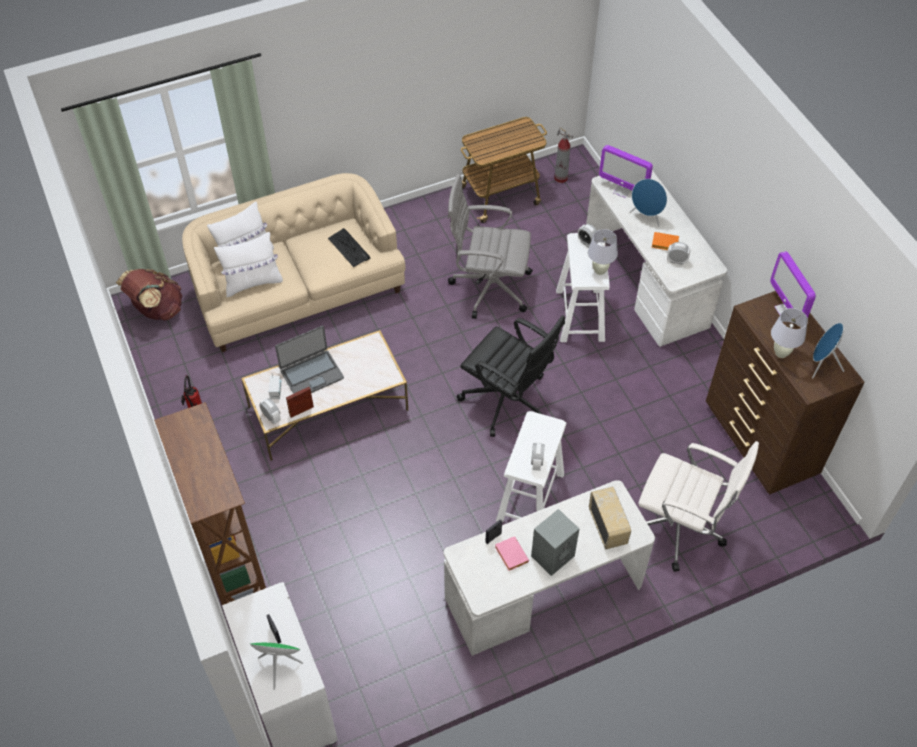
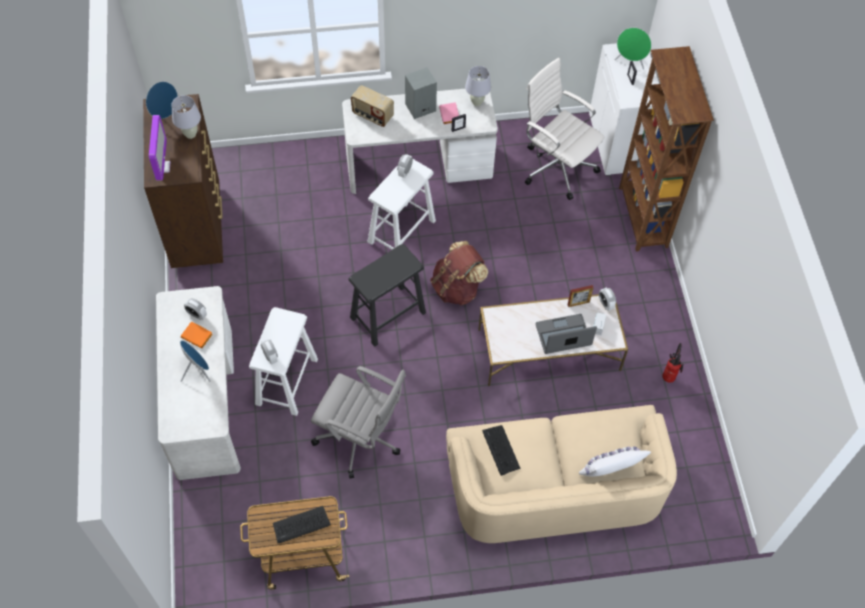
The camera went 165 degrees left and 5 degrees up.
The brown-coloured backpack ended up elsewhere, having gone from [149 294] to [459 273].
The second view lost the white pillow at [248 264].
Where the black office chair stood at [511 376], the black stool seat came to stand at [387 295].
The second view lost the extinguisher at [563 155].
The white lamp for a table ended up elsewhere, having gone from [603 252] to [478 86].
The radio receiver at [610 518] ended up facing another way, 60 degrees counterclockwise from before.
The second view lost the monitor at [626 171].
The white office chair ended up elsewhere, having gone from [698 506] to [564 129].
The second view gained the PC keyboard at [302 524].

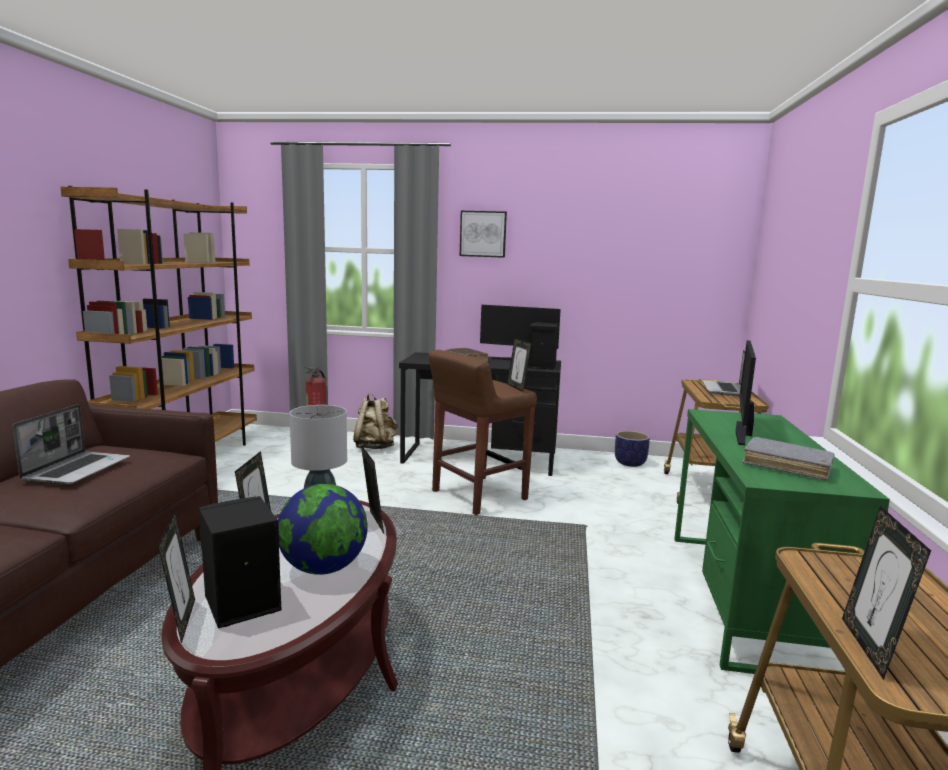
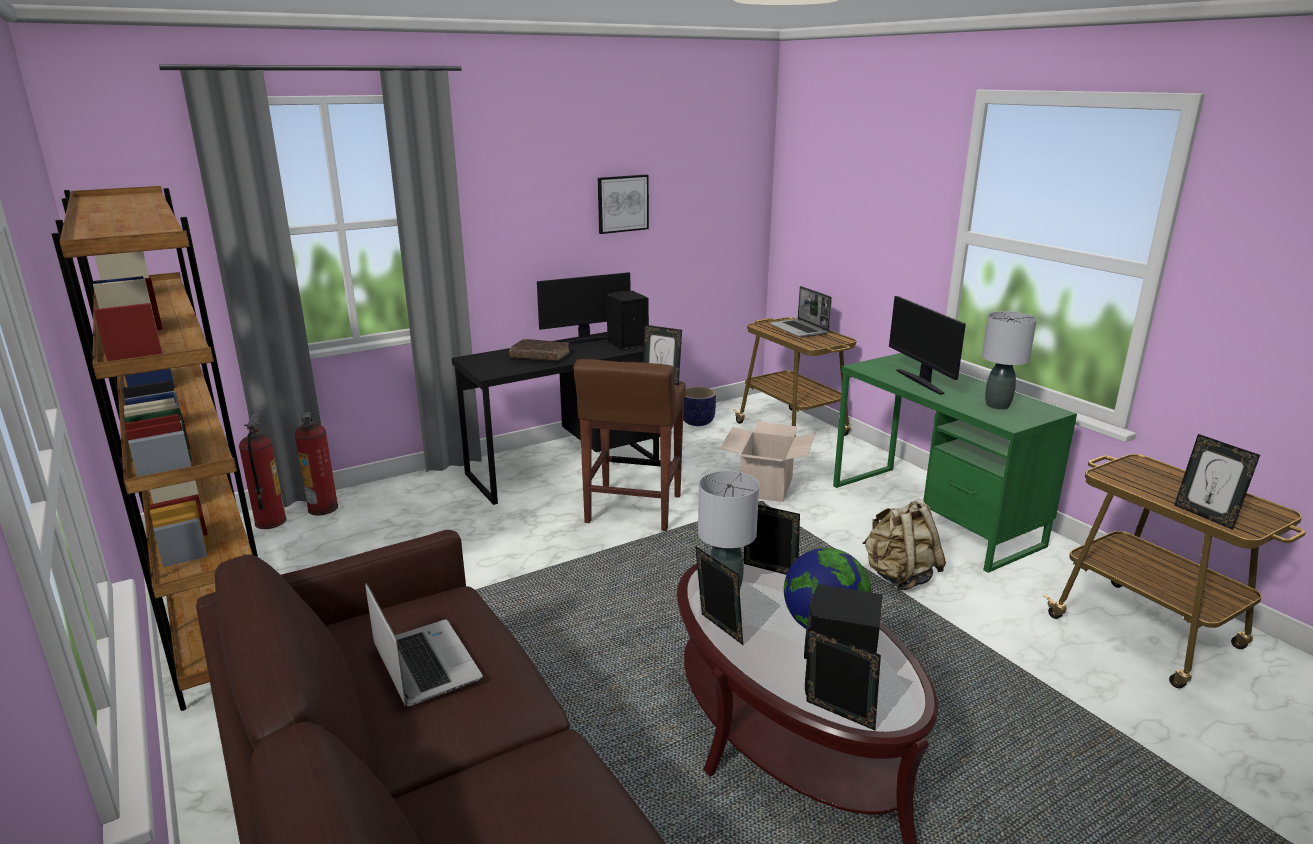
The camera went 40 degrees left and 10 degrees up.
The beige-coloured backpack ended up elsewhere, having gone from [375 421] to [904 545].
The picture ended up elsewhere, having gone from [483 234] to [623 204].
Where the gray book stood at [789 459], the gray lamp for a table came to stand at [1009 360].
The second view gained the extinguisher at [263 471].
The second view gained the packing box at [768 462].

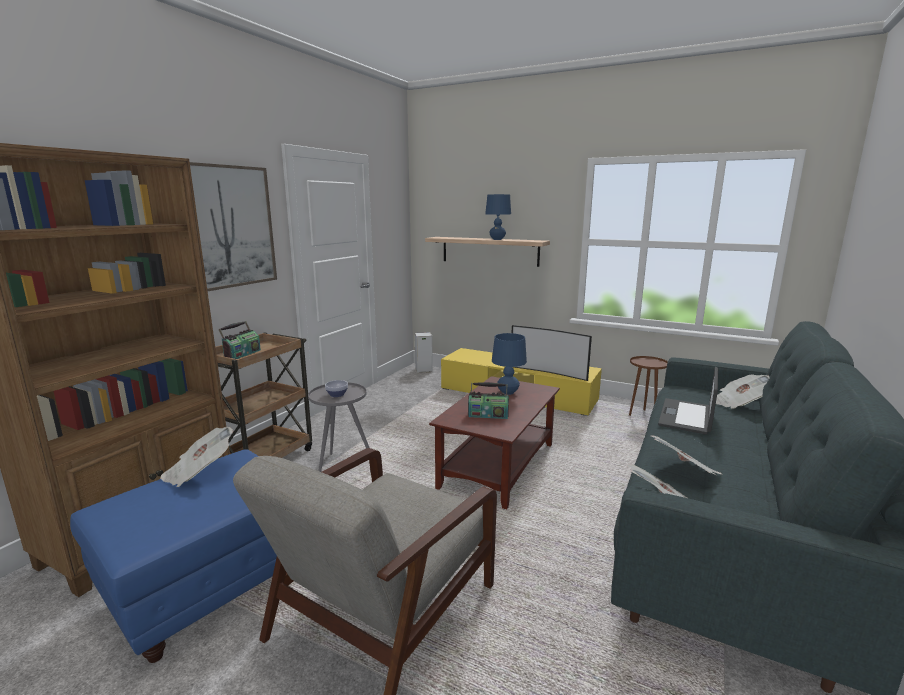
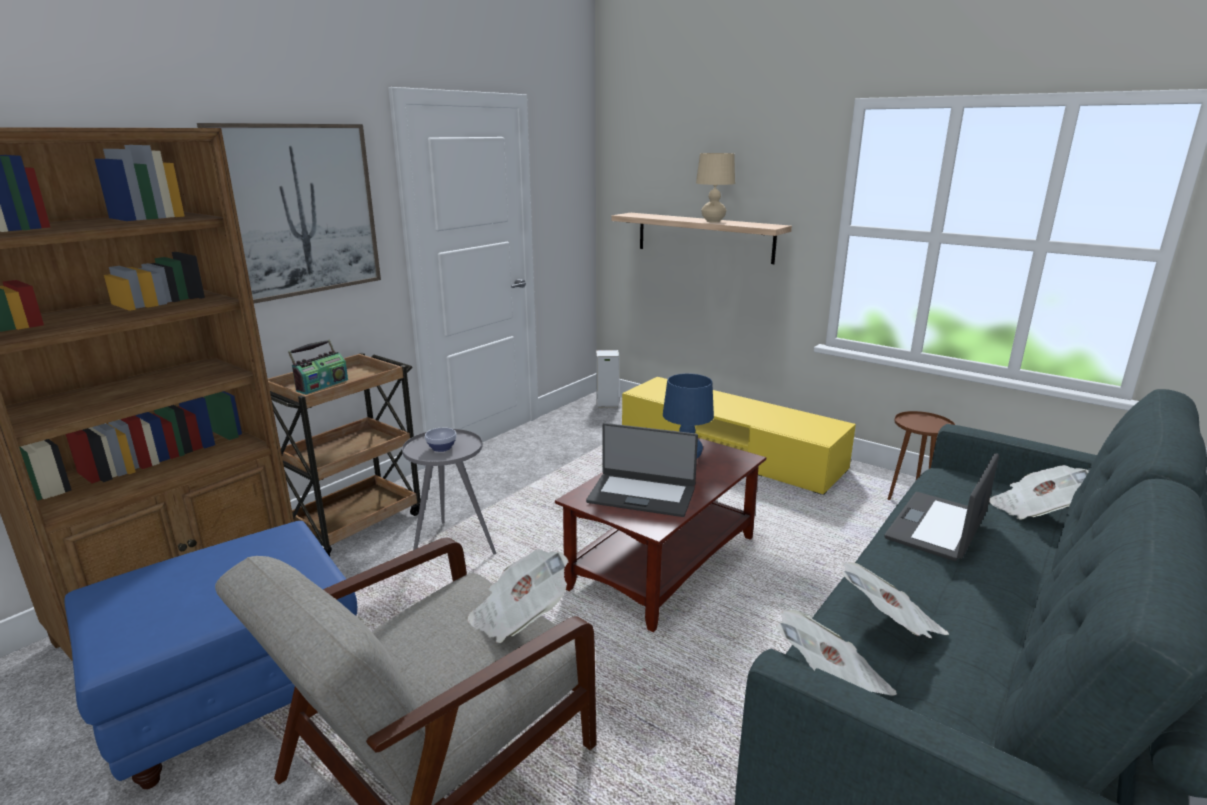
The camera went 10 degrees right and 5 degrees up.
The printed paper ended up elsewhere, having gone from [196 457] to [518 596].
Where the radio receiver stood at [488 400], the portable computer came to stand at [642 470].
What was the blue-coloured lamp for a table at [498 217] turned into the beige-coloured lamp for a table at [715 187].
The second view lost the TV set at [552 353].

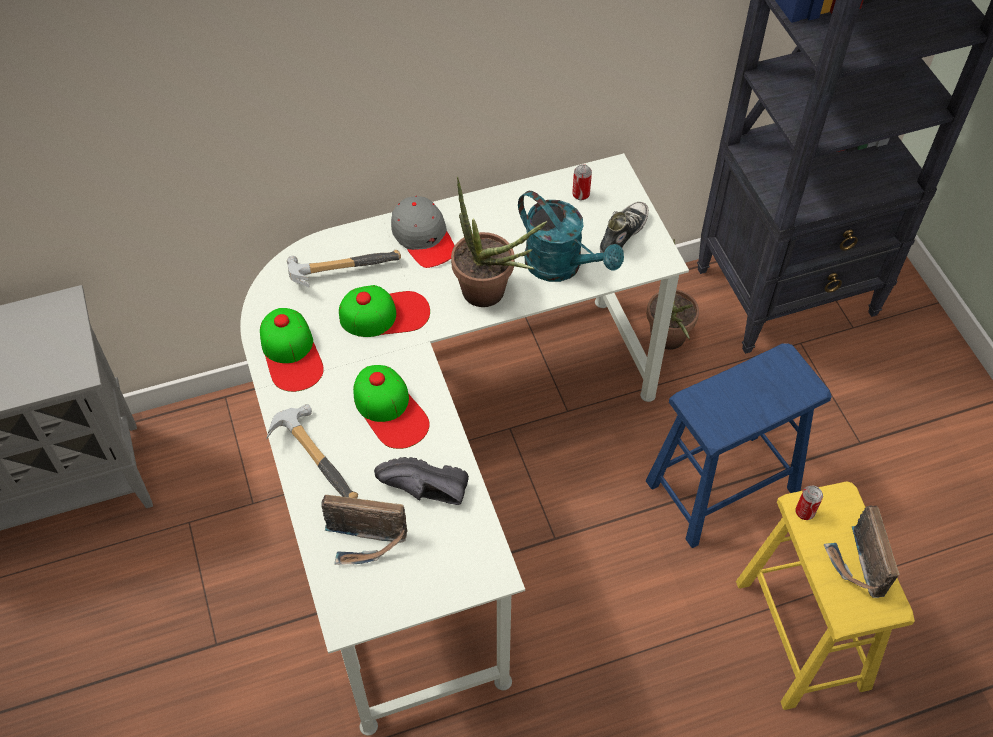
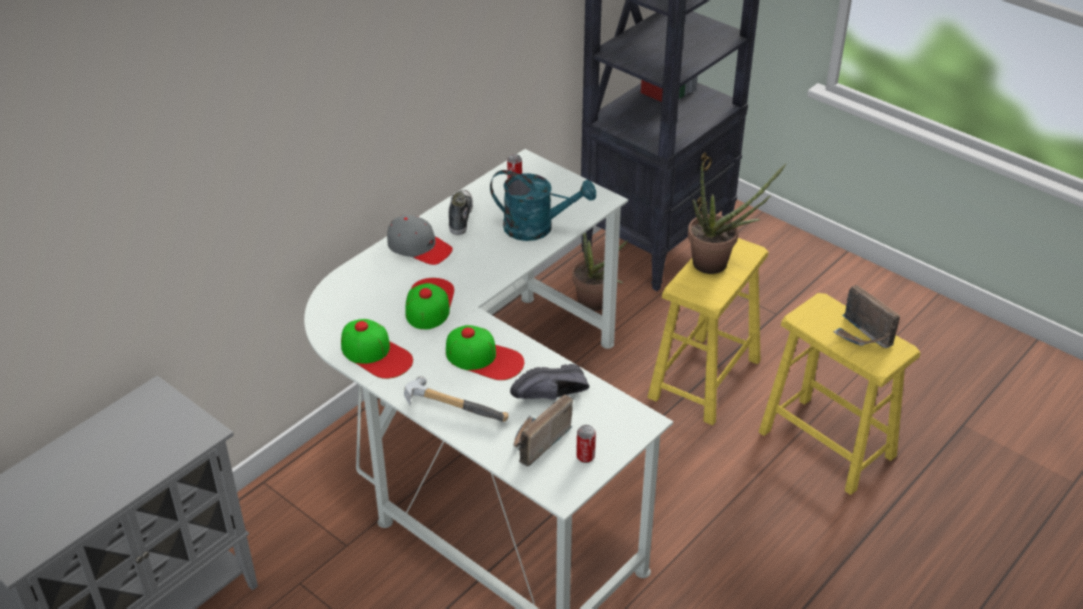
The camera went 30 degrees left and 15 degrees down.
The second view lost the hand hammer at [344 268].
The radio receiver at [364 530] ended up facing another way, 150 degrees clockwise from before.
The cap at [384 311] ended up facing another way, 45 degrees counterclockwise from before.
The houseplant ended up elsewhere, having gone from [499 242] to [737 218].
The low shoe ended up elsewhere, having gone from [624 227] to [461 212].
What was the blue-coloured stool seat at [739 445] turned into the yellow stool seat at [708 331].
The sealed can ended up elsewhere, having gone from [809 503] to [586 444].

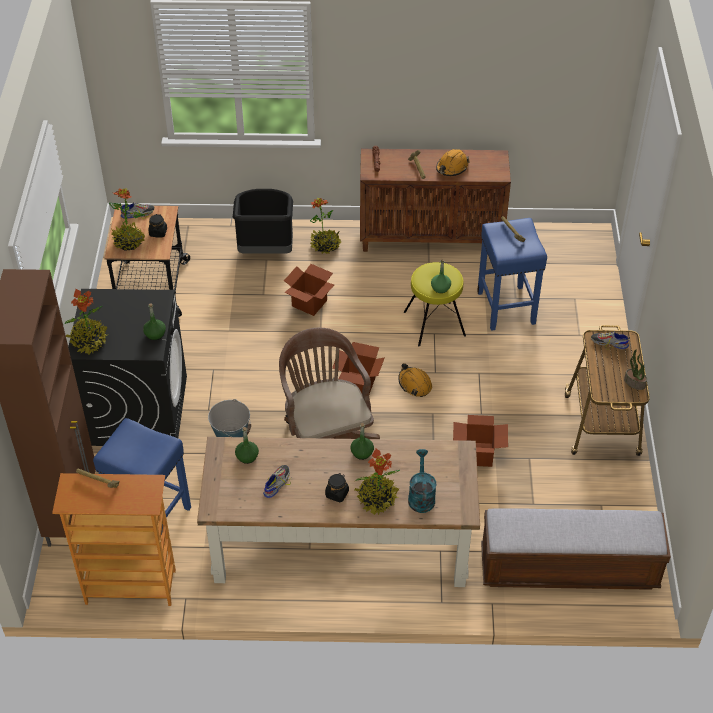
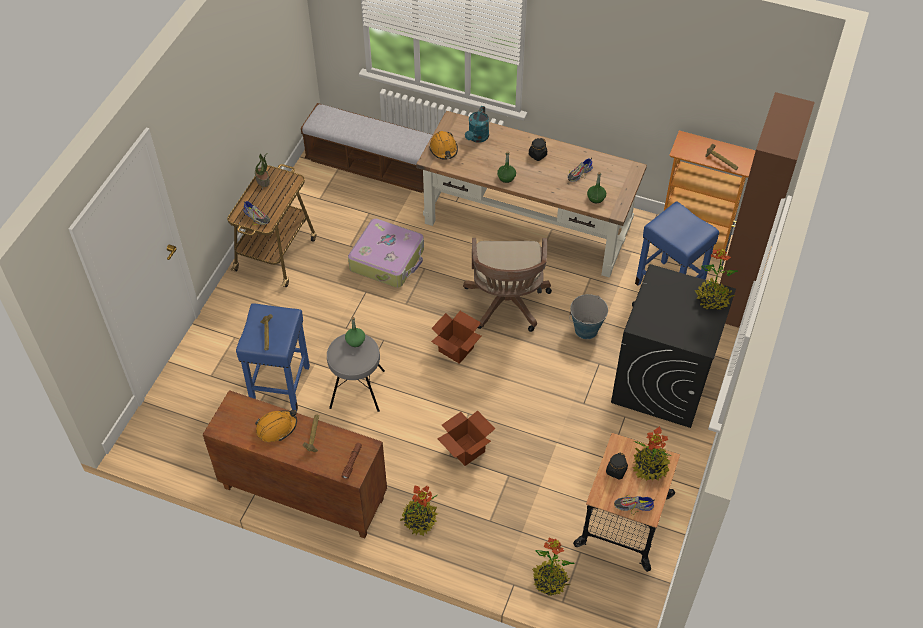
The camera went 160 degrees left and 5 degrees up.
The second view lost the green drink bottle at [154 321].
The second view lost the black trash can at [263 221].
The houseplant ended up elsewhere, having gone from [377 482] to [553 566].
The orangey hard hat ended up elsewhere, having gone from [415 380] to [443 145].
What was the yellow stool seat at [435 304] turned into the gray stool seat at [356 373].
Where the packing box stood at [480 441], the suitcase came to stand at [386 253].

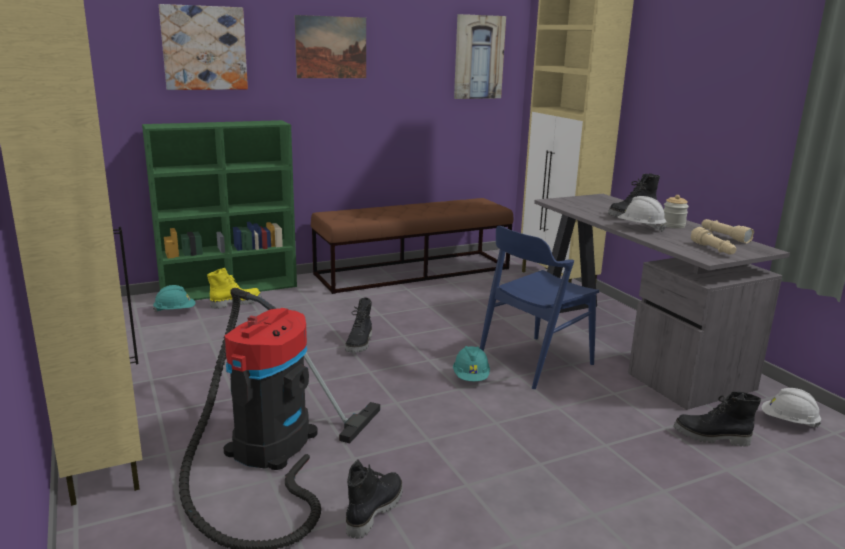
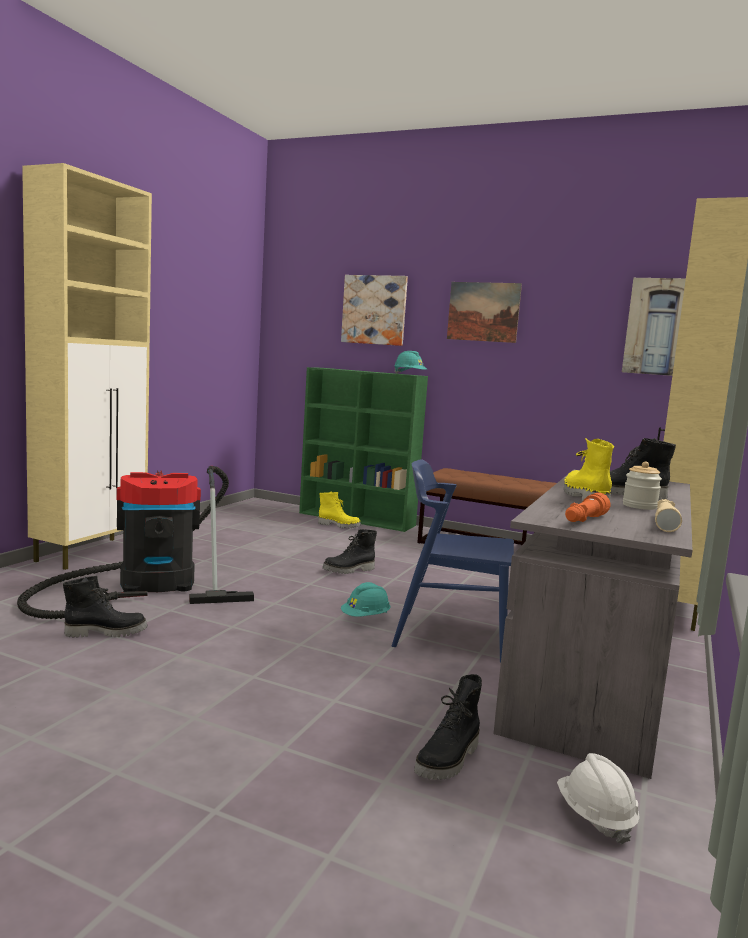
The camera went 50 degrees right and 10 degrees down.
The blue-green hard hat ended up elsewhere, having gone from [174 299] to [410 362].
Where the white hard hat stood at [642 214], the yellow high-top boot came to stand at [589 469].
The black high-top boot at [717 419] ended up facing another way, 120 degrees counterclockwise from before.
What was the beige-coloured flashlight at [713 241] turned into the orangey flashlight at [588 507].

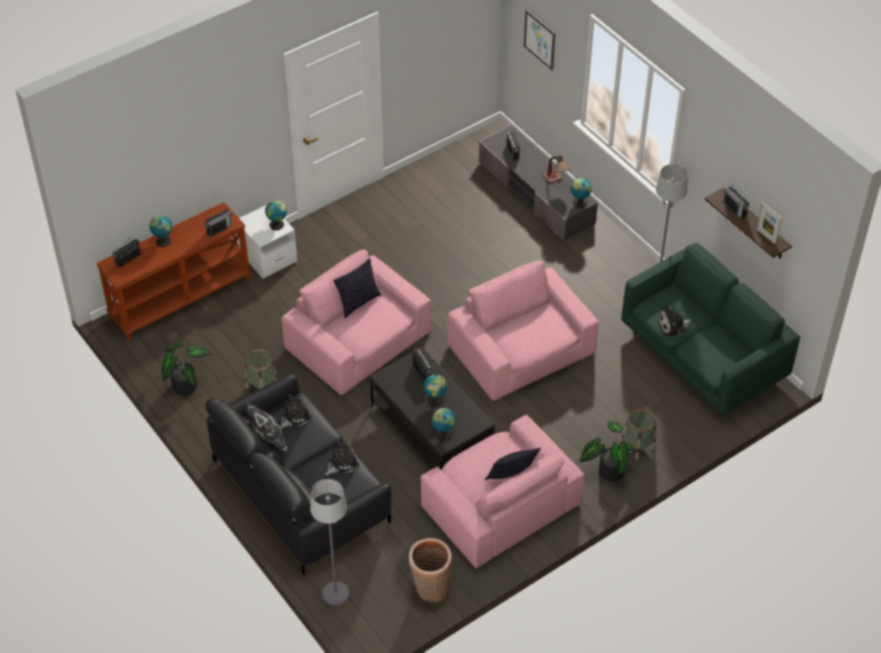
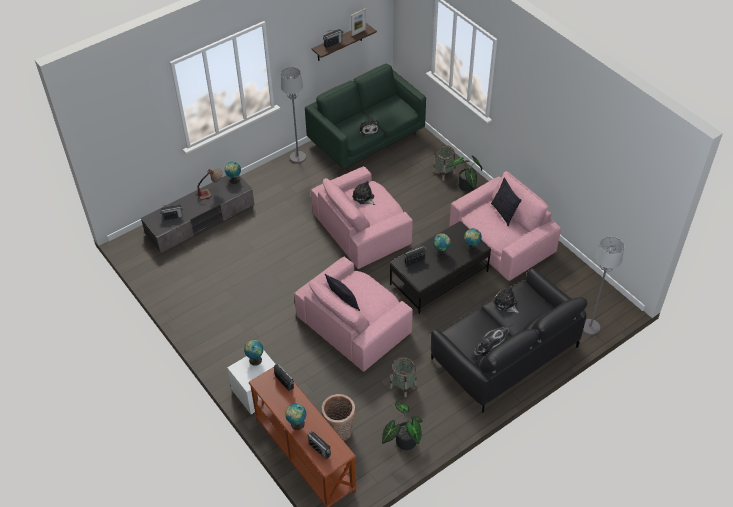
The camera went 90 degrees left and 0 degrees up.
The plush toy ended up elsewhere, having gone from [296 411] to [363 193].
The basket ended up elsewhere, having gone from [431 570] to [338 417].
The second view lost the picture at [540 39].

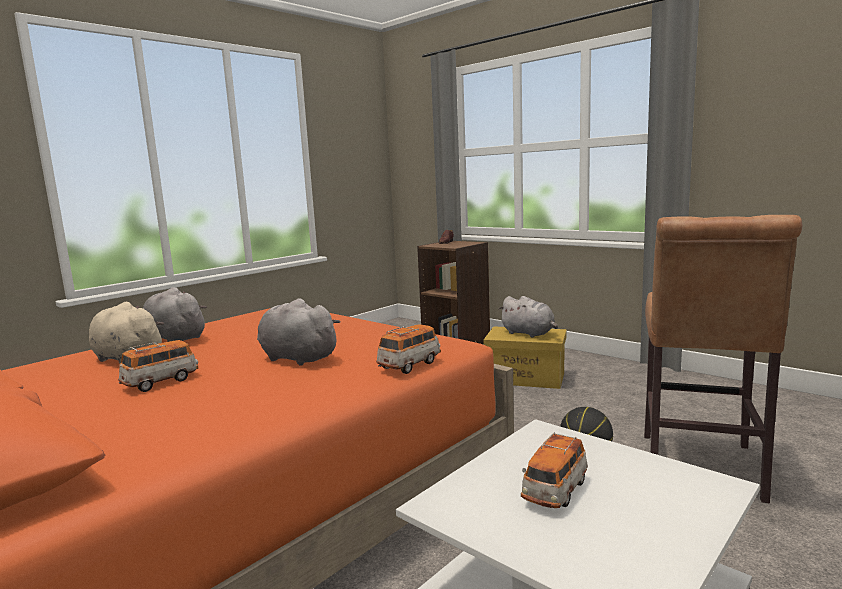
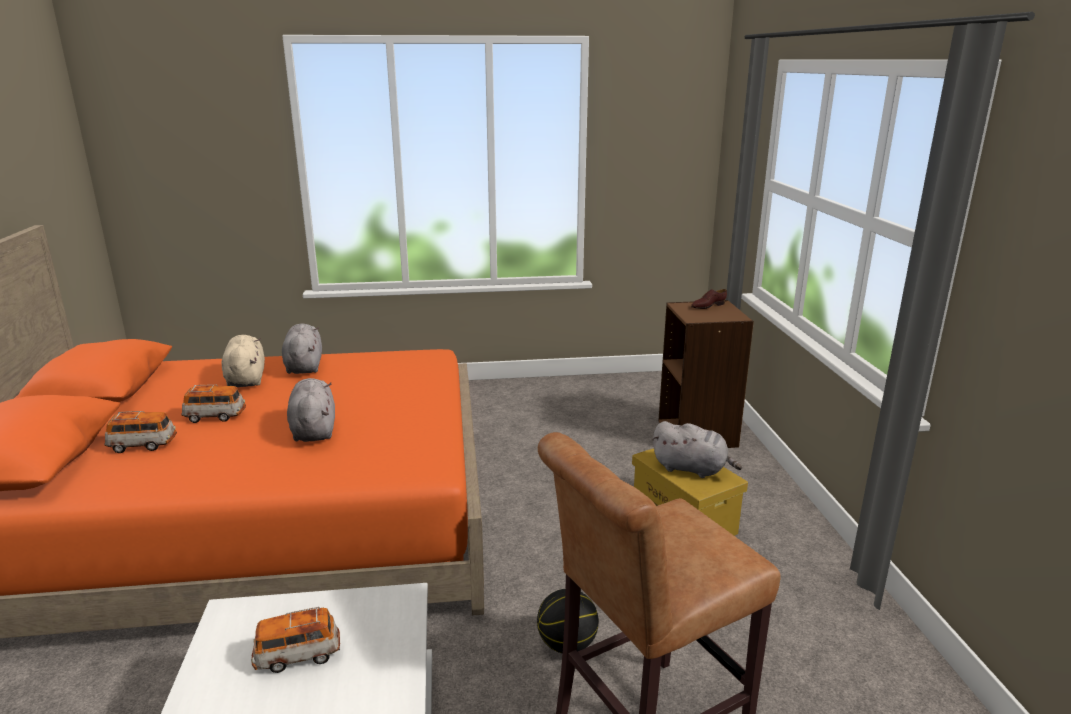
The camera went 40 degrees right and 10 degrees up.
The miniature car ended up elsewhere, having gone from [408 349] to [140 432].
The gray plush toy at [528 317] ended up facing another way, 60 degrees counterclockwise from before.

